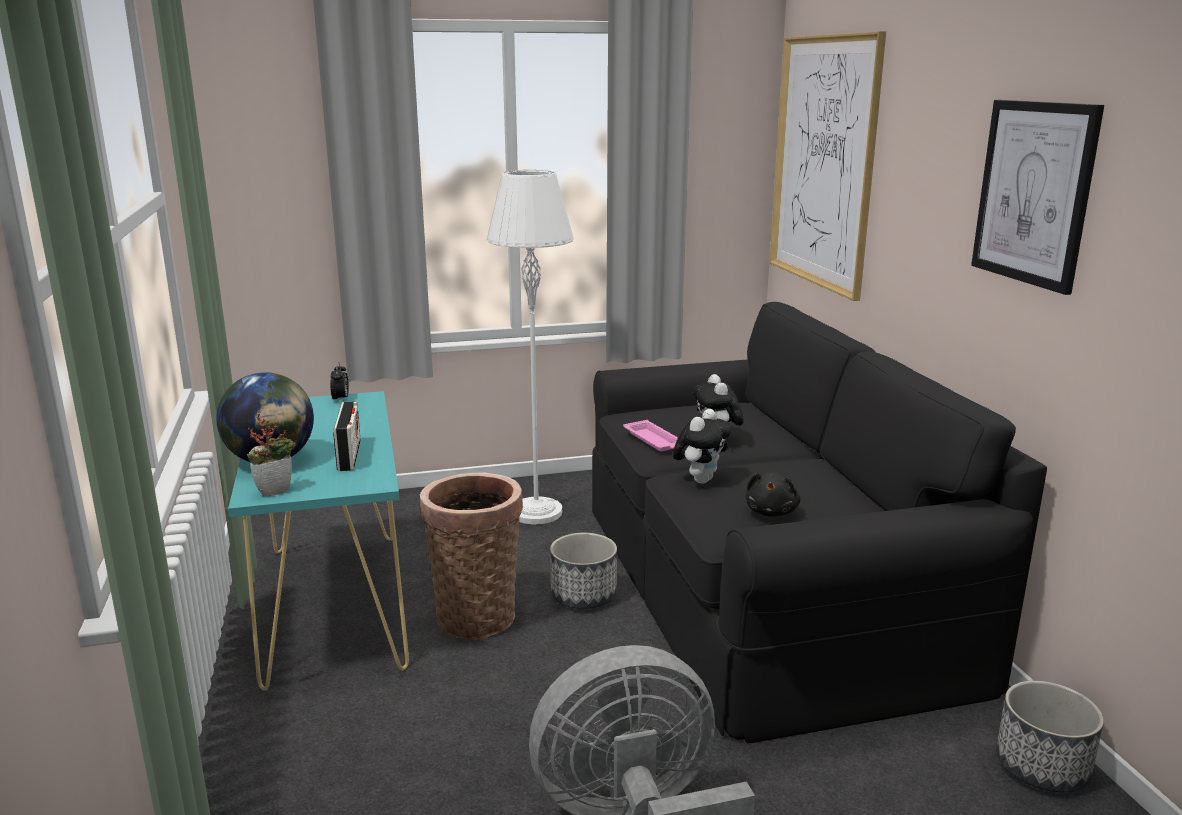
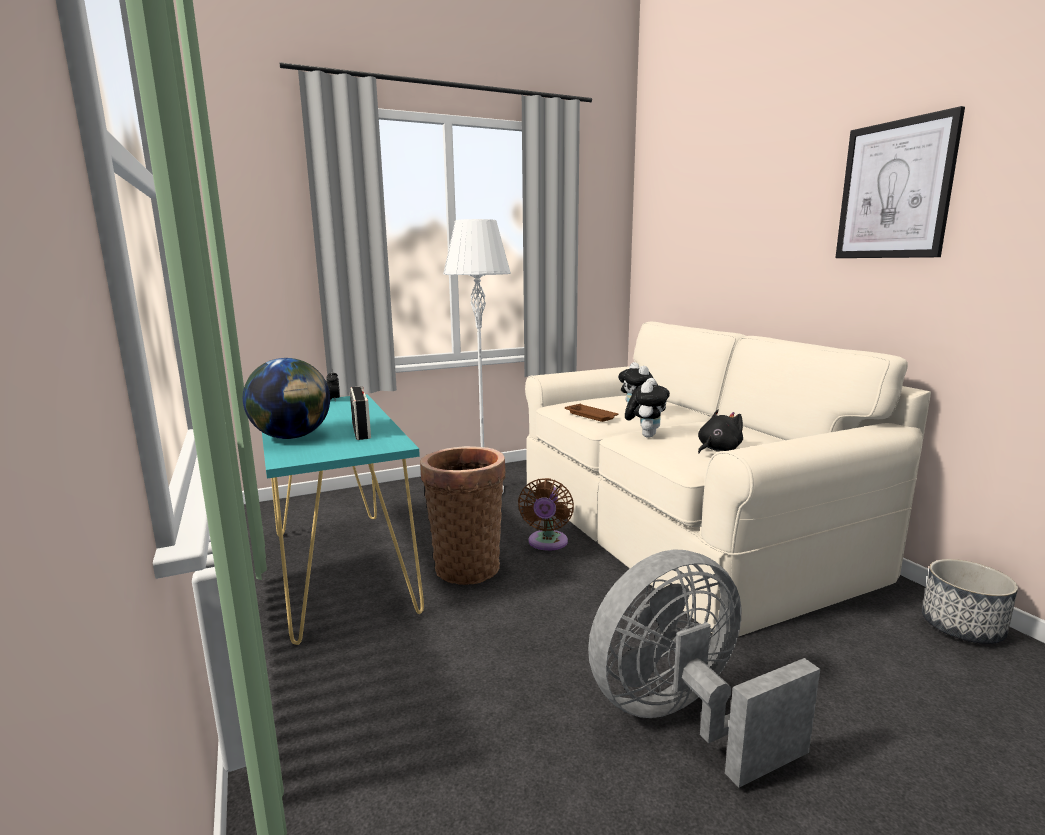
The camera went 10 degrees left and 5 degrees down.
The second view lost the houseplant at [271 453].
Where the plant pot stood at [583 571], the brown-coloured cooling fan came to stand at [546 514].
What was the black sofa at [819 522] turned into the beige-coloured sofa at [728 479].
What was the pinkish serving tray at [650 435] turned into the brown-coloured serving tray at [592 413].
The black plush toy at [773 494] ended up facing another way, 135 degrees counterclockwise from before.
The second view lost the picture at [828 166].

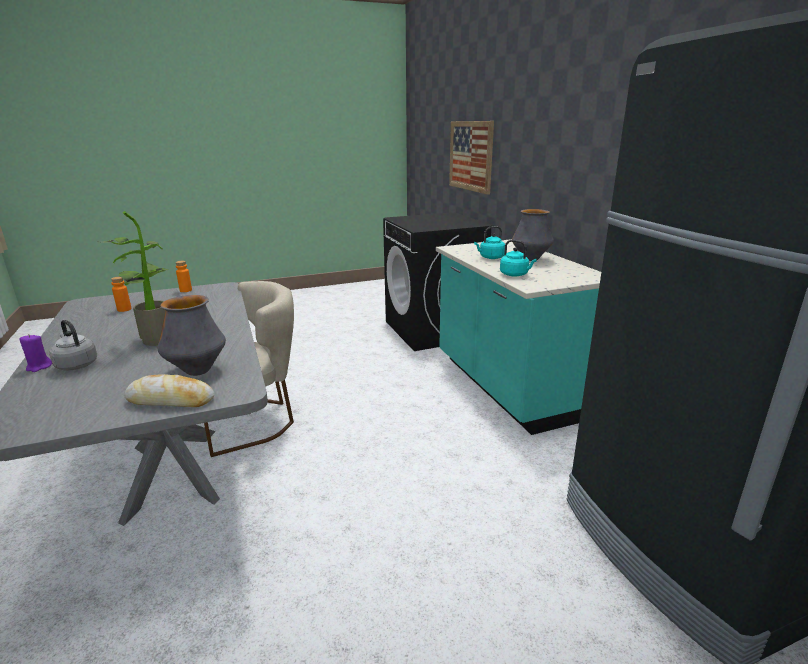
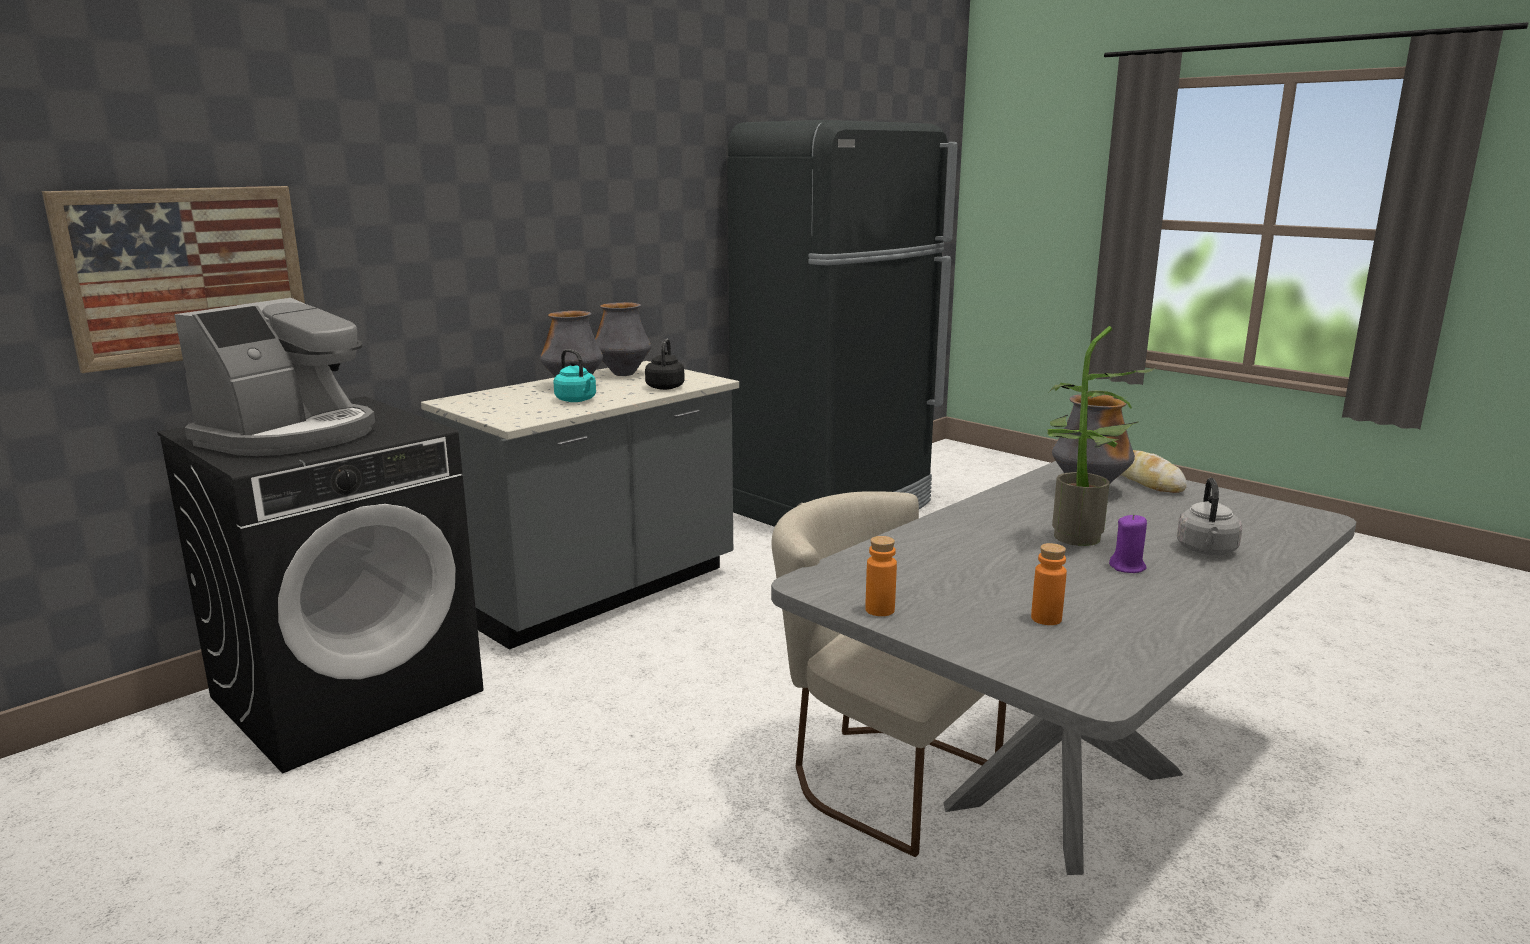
The camera went 115 degrees left and 5 degrees down.
The purple-coloured wax candle ended up elsewhere, having gone from [36 353] to [1128 543].
What was the blue-green kitchen counter at [518 337] turned into the gray kitchen counter at [580 505].
What was the blue-green water kettle at [518 258] turned into the black water kettle at [665 364].
The second view gained the coffee machine at [274 377].
The second view gained the vase at [623 339].

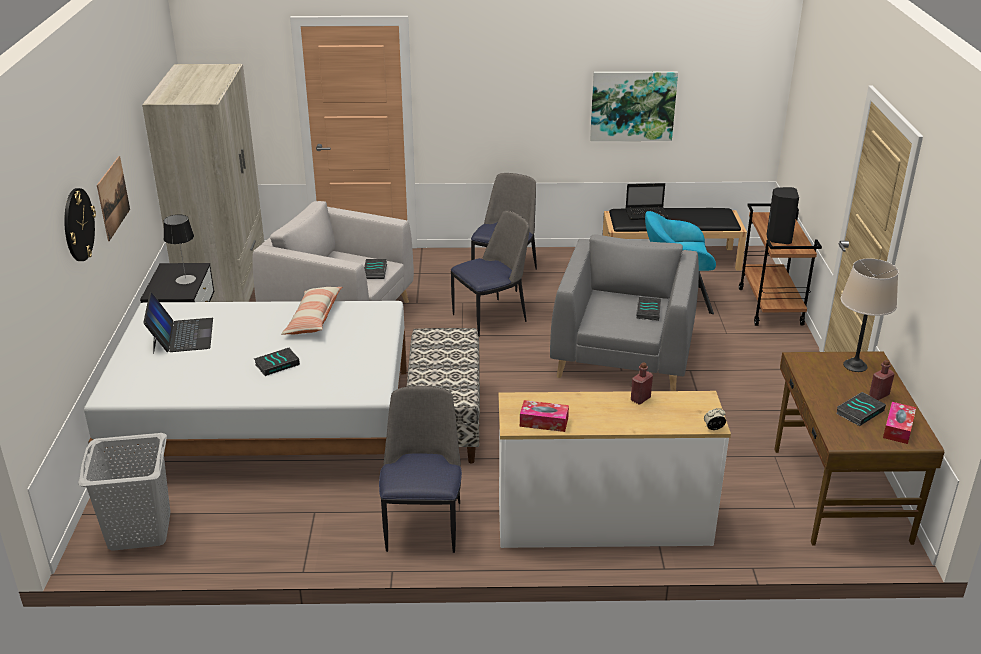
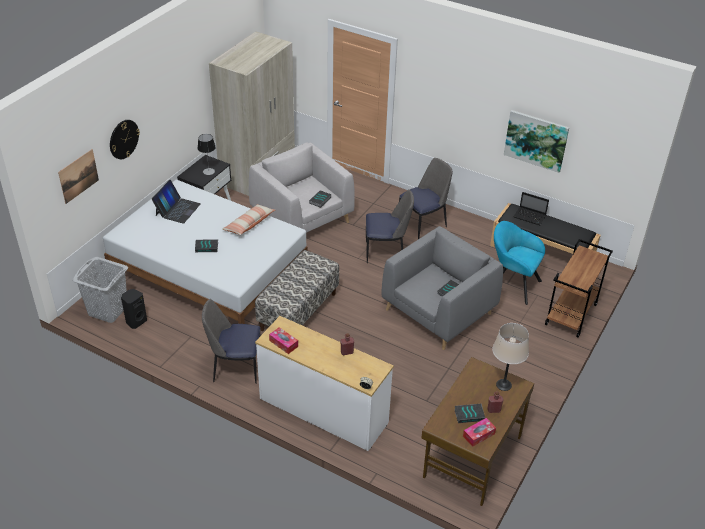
The camera went 30 degrees right and 10 degrees up.
The picture ended up elsewhere, having gone from [113 198] to [78 176].
The upright chair at [420 469] ended up facing another way, 120 degrees counterclockwise from before.
The black loudspeaker ended up elsewhere, having gone from [782 215] to [134 309].

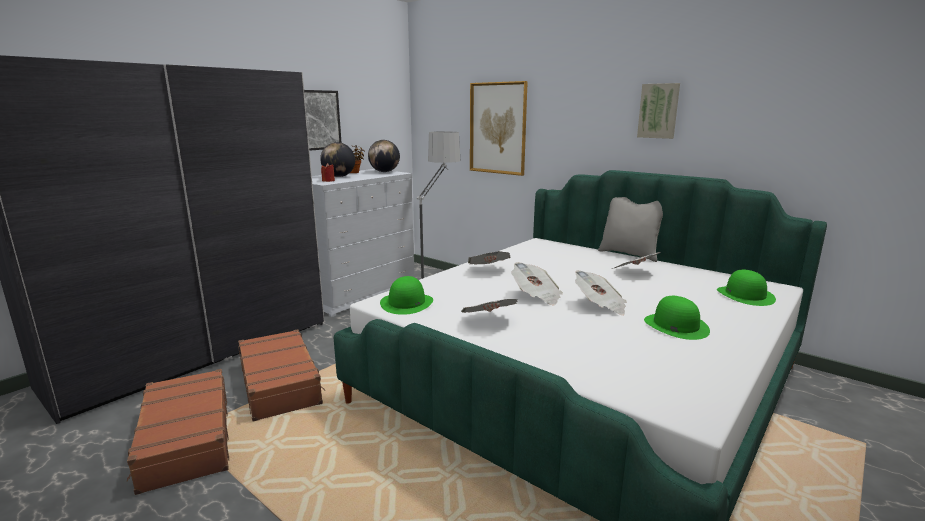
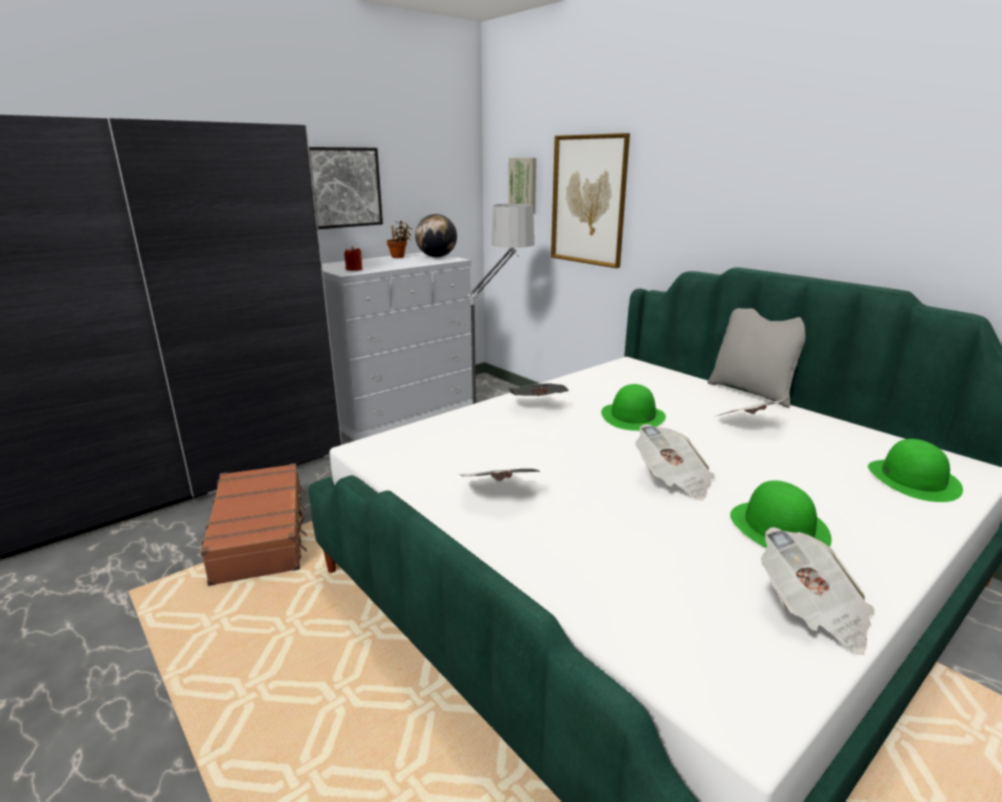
The camera went 10 degrees right and 5 degrees up.
The second view lost the brown-coloured suitcase at [178 432].
The second view lost the globe at [337 159].
The green hat ended up elsewhere, having gone from [406 295] to [633 407].
The printed paper ended up elsewhere, having gone from [537 284] to [818 591].
The picture ended up elsewhere, having gone from [658 111] to [522 186].

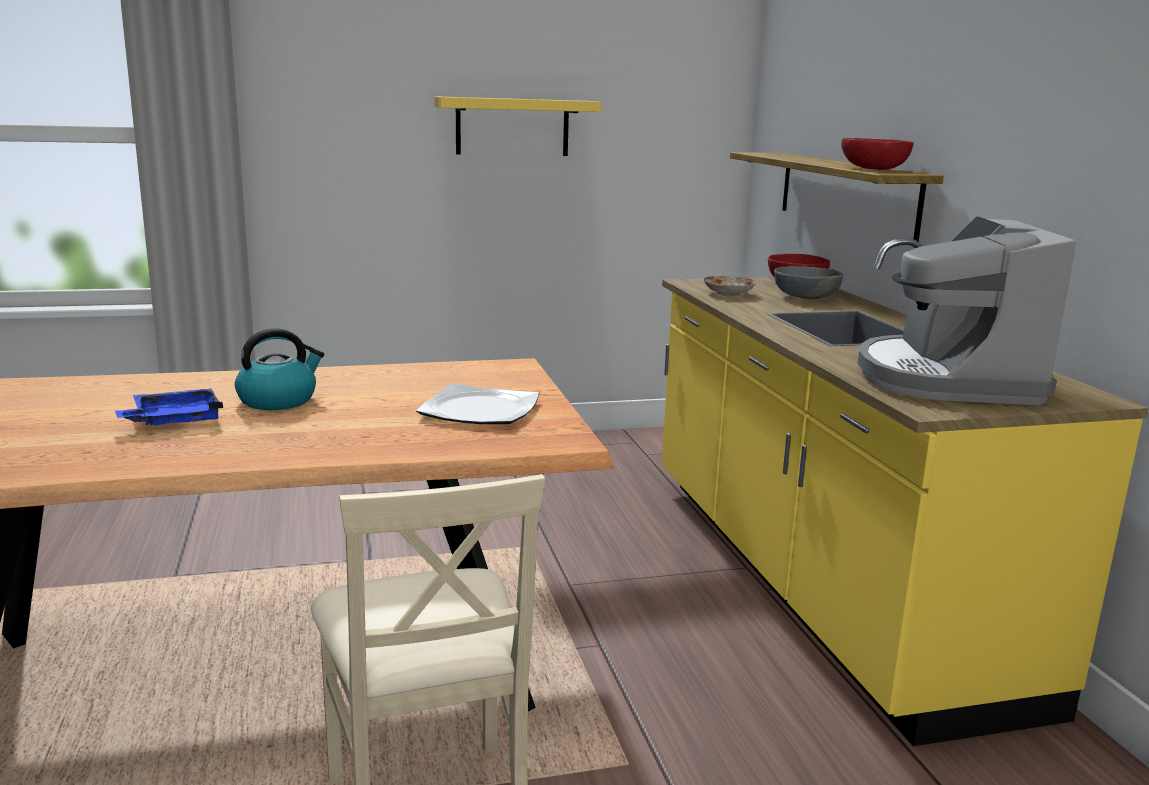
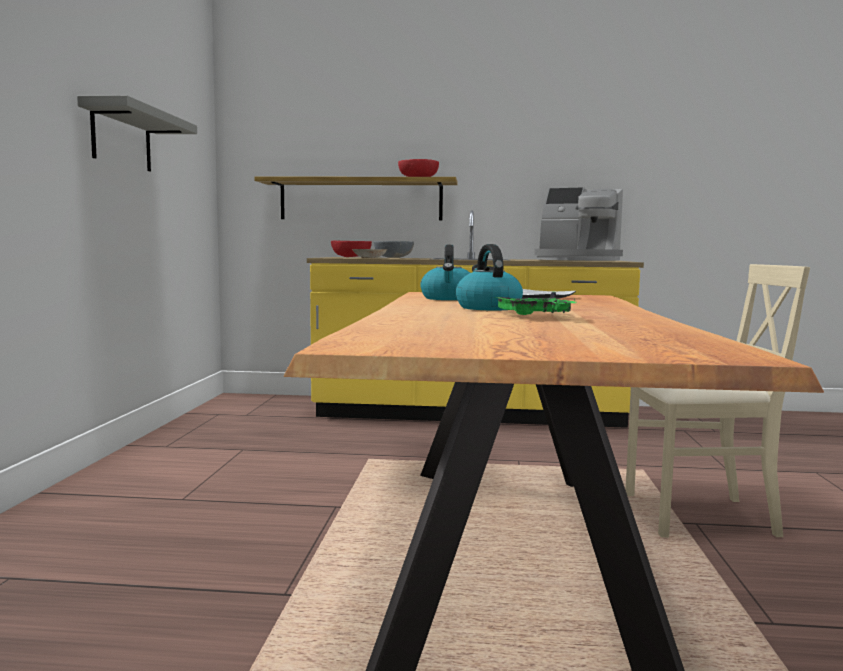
The camera went 70 degrees left and 10 degrees down.
What was the blue-coloured serving tray at [169 407] turned into the green serving tray at [534 303].
What was the yellow bracket shelf at [518 126] turned into the gray bracket shelf at [137 133].
The second view gained the water kettle at [445 272].

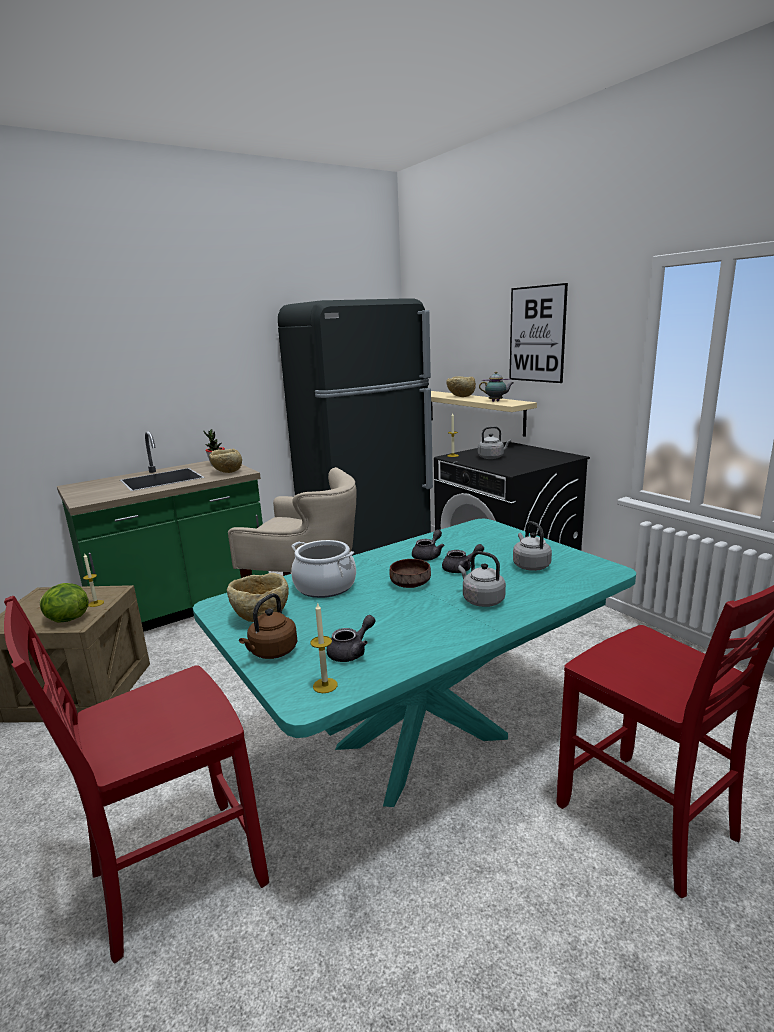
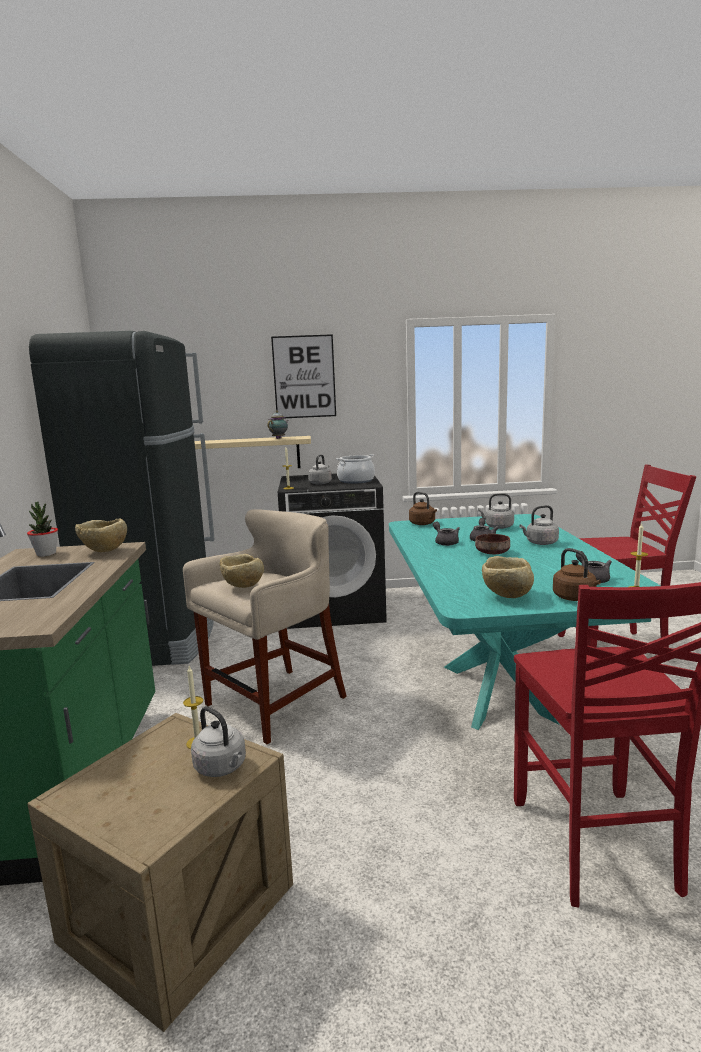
The camera went 60 degrees left and 5 degrees down.
Where the head of lettuce stood at [64 603], the gray water kettle came to stand at [218 741].
The cooking pot ended up elsewhere, having gone from [323 569] to [355 469].
The beige-coloured deep dish ended up elsewhere, having gone from [461 386] to [242 571].
The second view gained the brown-coloured water kettle at [423 508].

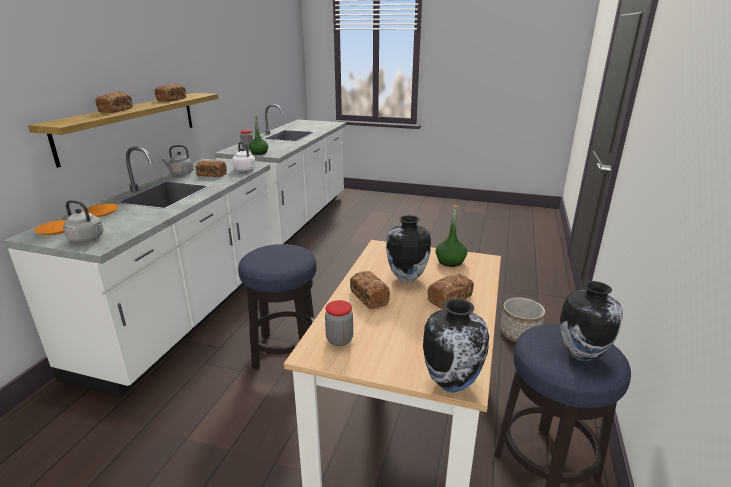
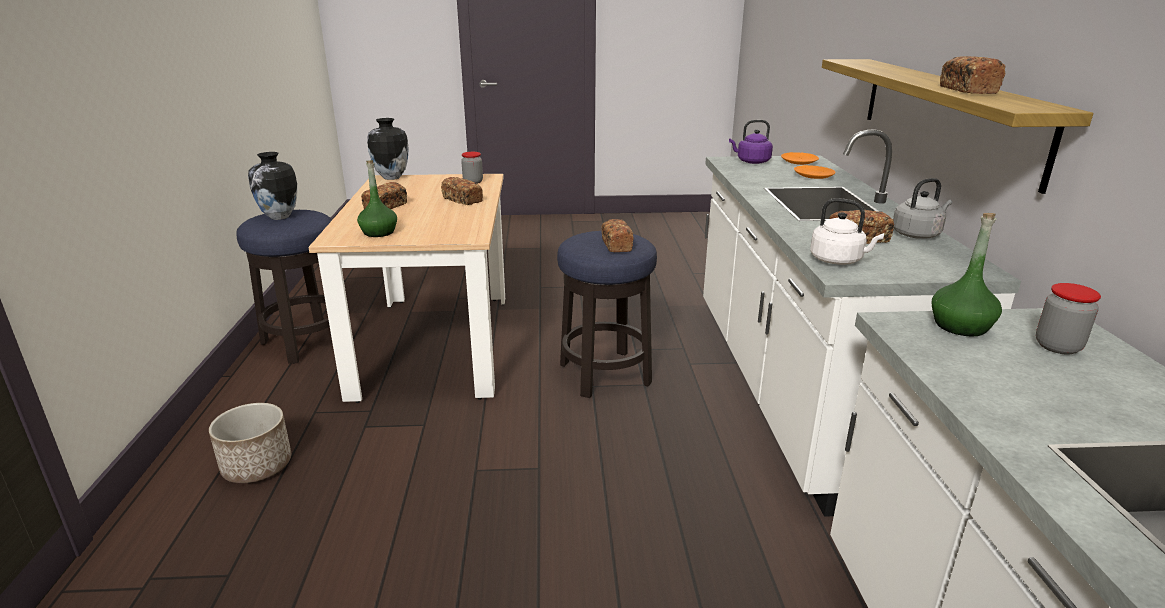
The camera went 160 degrees right and 0 degrees up.
What was the gray water kettle at [83 221] turned into the purple-coloured water kettle at [751 142].
The bread ended up elsewhere, having gone from [114 102] to [618 235].
The second view lost the vase at [408 248].

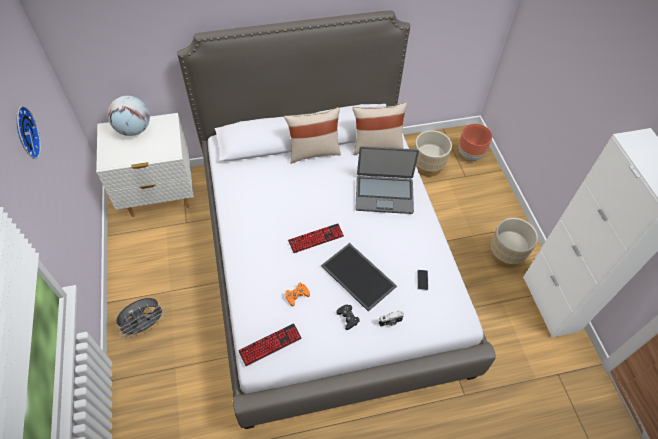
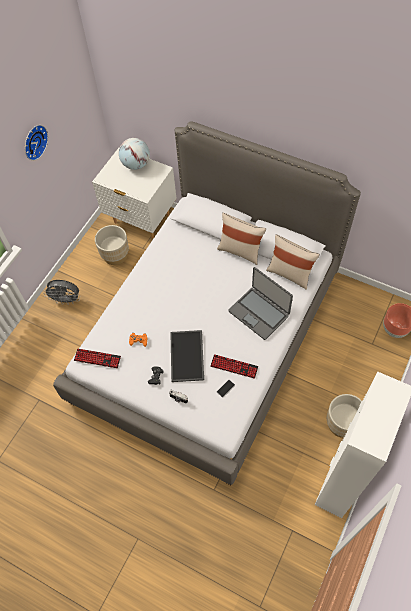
The camera went 45 degrees right and 5 degrees up.
The PC keyboard ended up elsewhere, having gone from [316 238] to [234 366].
The beige-coloured plant pot ended up elsewhere, having gone from [433 153] to [112 245].

